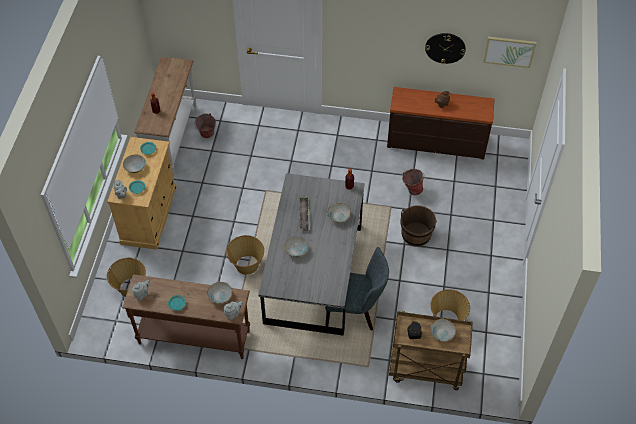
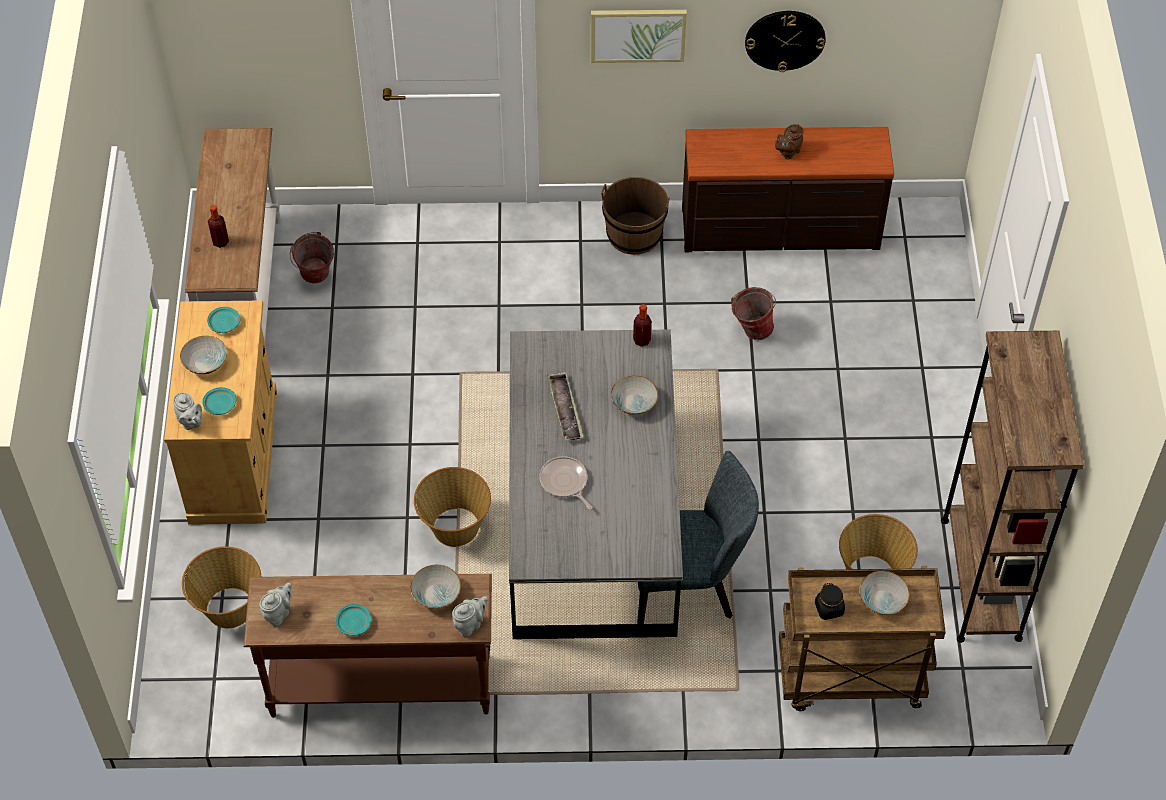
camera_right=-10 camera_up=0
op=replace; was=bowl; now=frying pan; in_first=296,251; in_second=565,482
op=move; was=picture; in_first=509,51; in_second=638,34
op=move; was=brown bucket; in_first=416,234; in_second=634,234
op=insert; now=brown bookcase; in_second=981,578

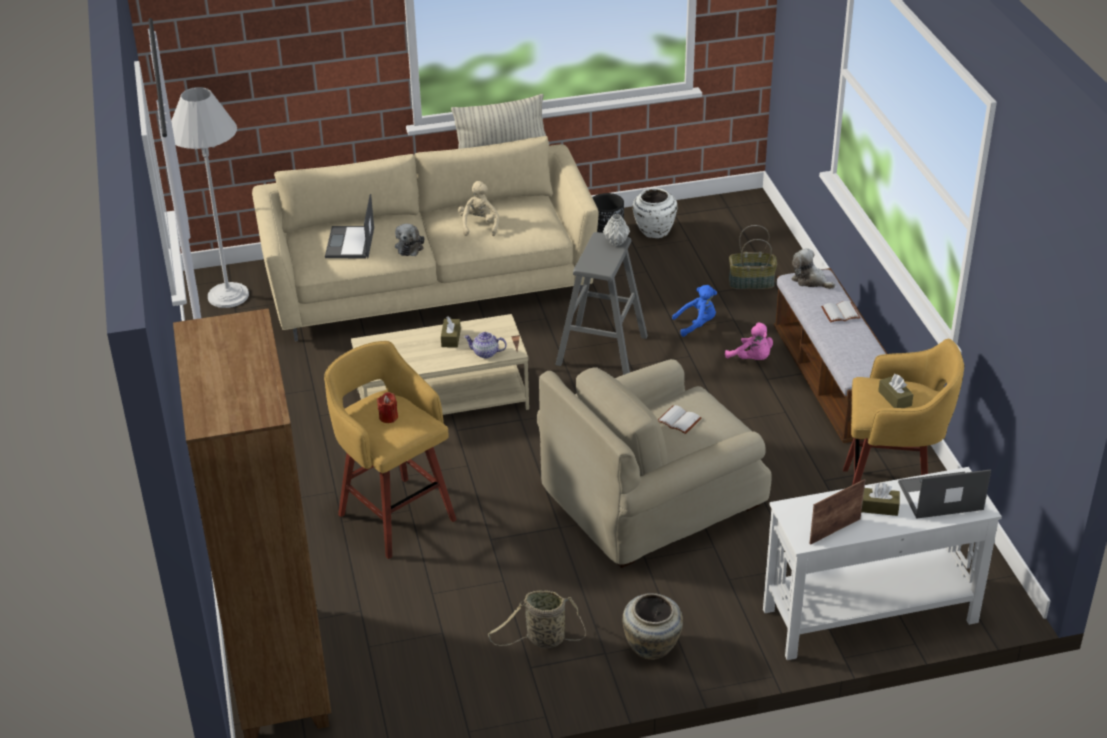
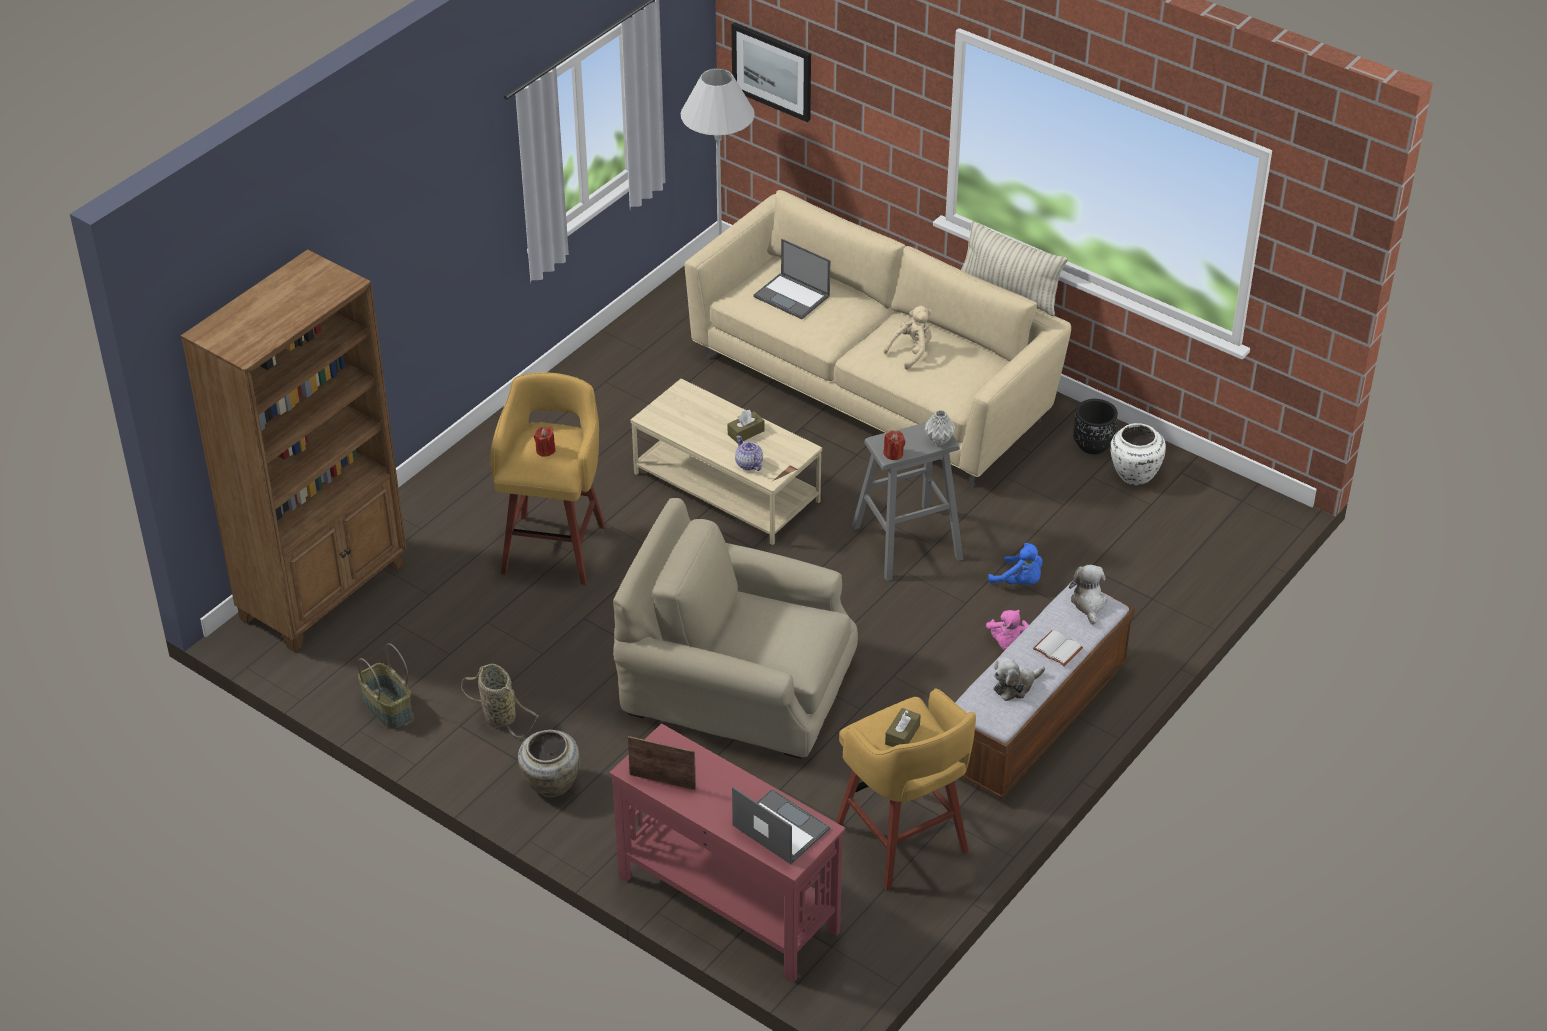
camera_right=50 camera_up=5
op=move; was=basket; in_first=751,283; in_second=386,708
op=recolor; was=white console table; now=red console table; in_first=868,615; in_second=727,903
op=insert; now=picture; in_second=772,71
op=rotate; was=laptop; in_first=350,243; in_second=792,296; clockwise=-105
op=insert; now=red candle; in_second=893,454
op=move; was=plush toy; in_first=410,246; in_second=1015,685
op=delete; was=white book; in_first=680,420
op=delete; was=brown tissue box; in_first=879,507

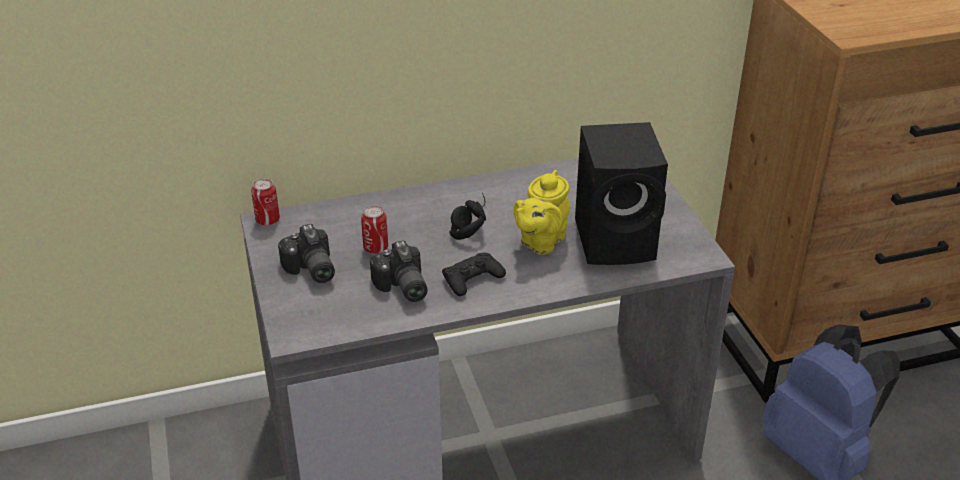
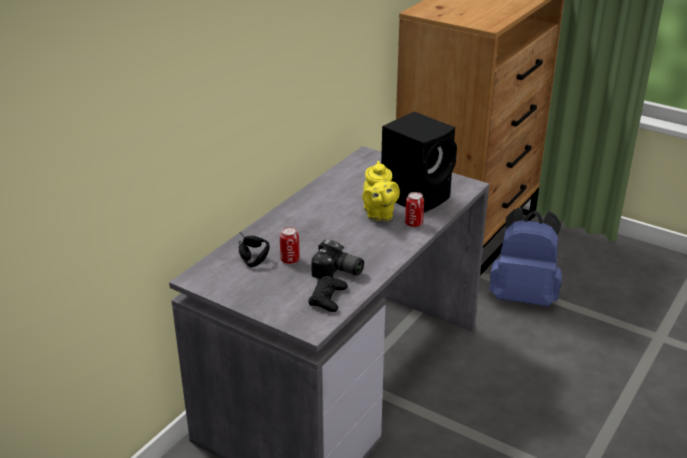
camera_right=-40 camera_up=-5
op=move; was=black headphones; in_first=467,222; in_second=246,254
op=move; was=black game controller; in_first=472,279; in_second=328,298
op=move; was=can; in_first=267,220; in_second=413,223
op=delete; was=photo camera; in_first=310,270

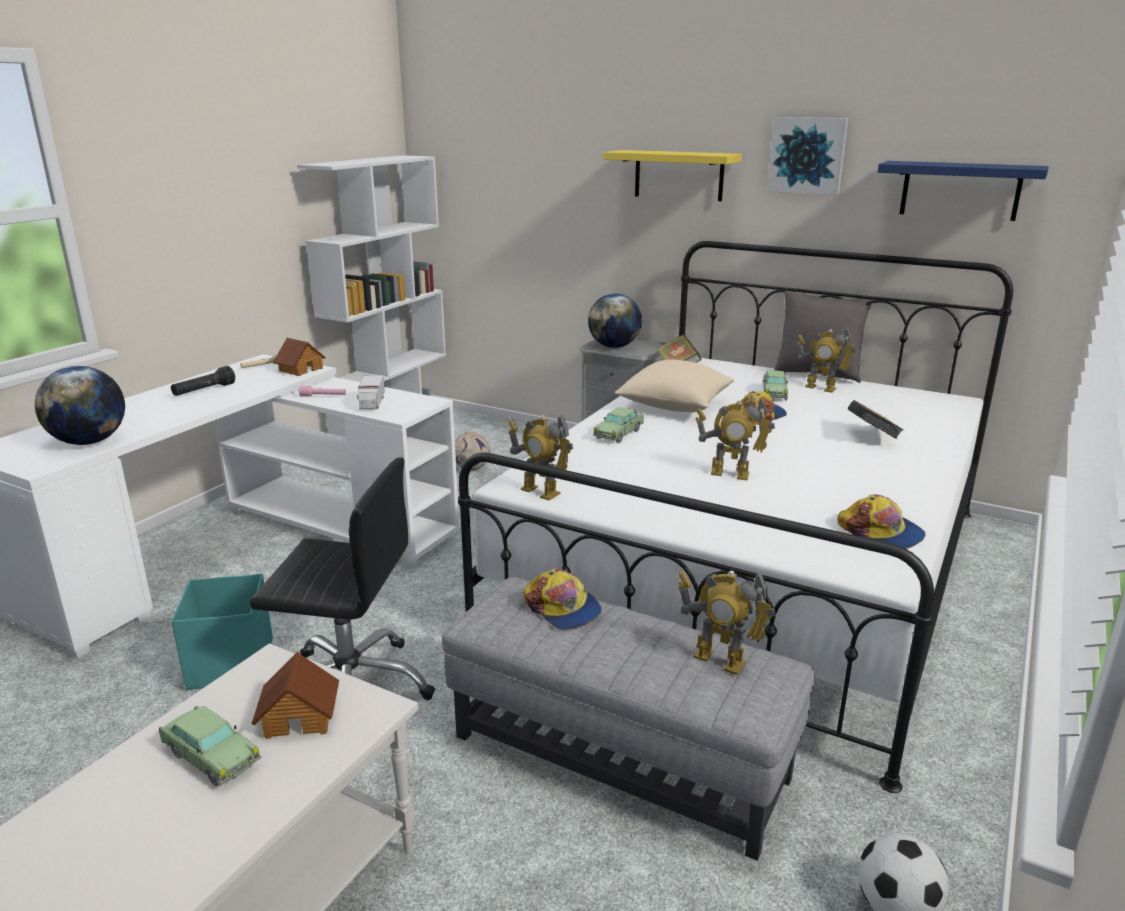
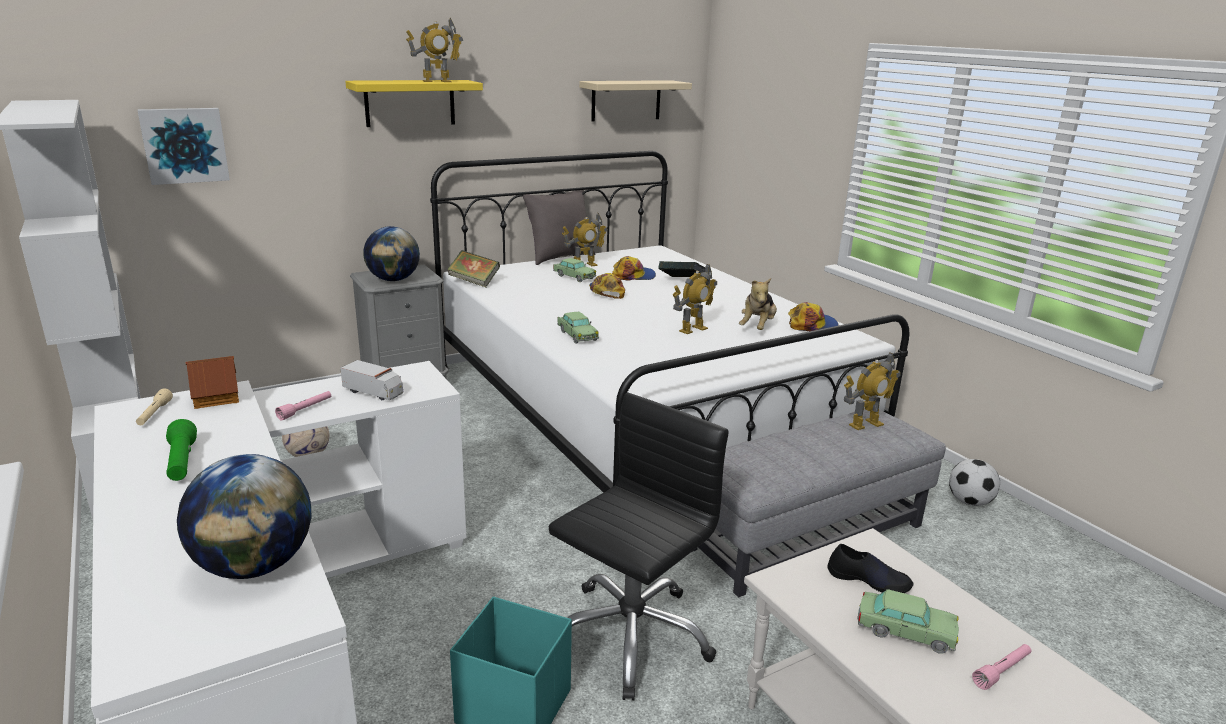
camera_right=-60 camera_up=0
op=move; was=picture; in_first=807,155; in_second=184,145
op=recolor; was=black flashlight; now=green flashlight; in_first=204,391; in_second=181,463
op=move; was=toy robot; in_first=540,492; in_second=437,81
op=recolor; was=blue shelf; now=beige shelf; in_first=960,190; in_second=626,100
op=move; was=cap; in_first=562,608; in_second=633,276
op=insert; now=plush toy; in_second=757,327
op=replace; was=toy house; now=black shoe; in_first=300,716; in_second=868,580
op=rotate; was=toy car; in_first=211,757; in_second=905,632; clockwise=45
op=insert; now=pink flashlight; in_second=1002,671
op=delete; was=beige pillow; in_first=674,405

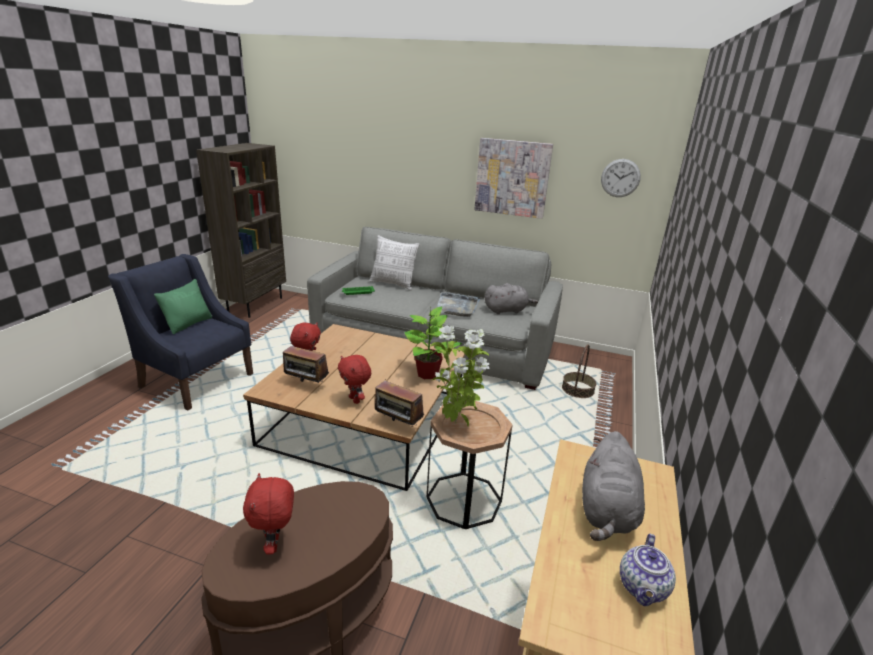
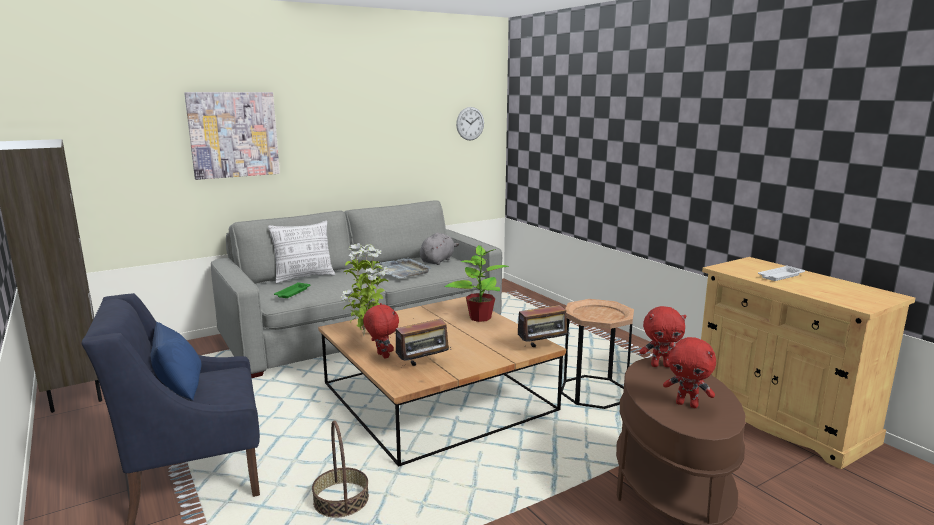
camera_right=-50 camera_up=-10
op=recolor; was=green pillow; now=blue pillow; in_first=188,324; in_second=180,387
op=move; was=picture; in_first=512,178; in_second=233,134
op=move; was=basket; in_first=577,389; in_second=341,500
op=move; was=potted plant; in_first=457,424; in_second=365,336
op=move; was=red plush toy; in_first=355,400; in_second=660,365
op=replace; was=grey plush toy; now=white tray; in_first=607,511; in_second=780,276
op=delete; was=teapot; in_first=643,588

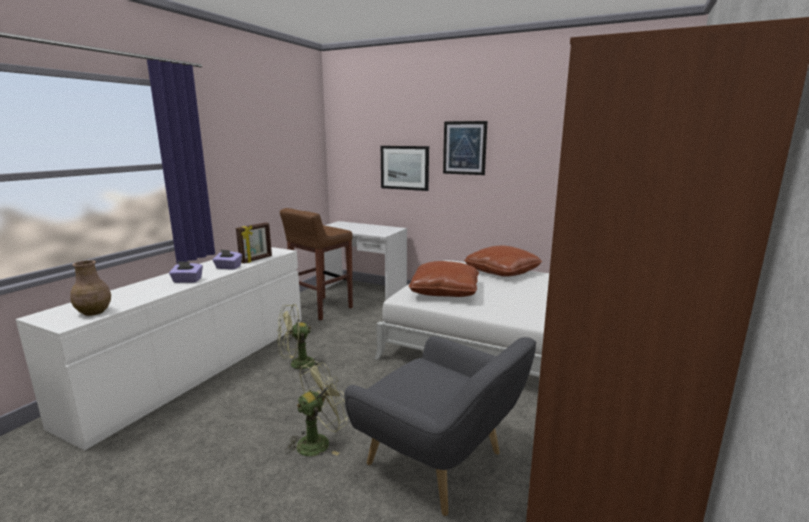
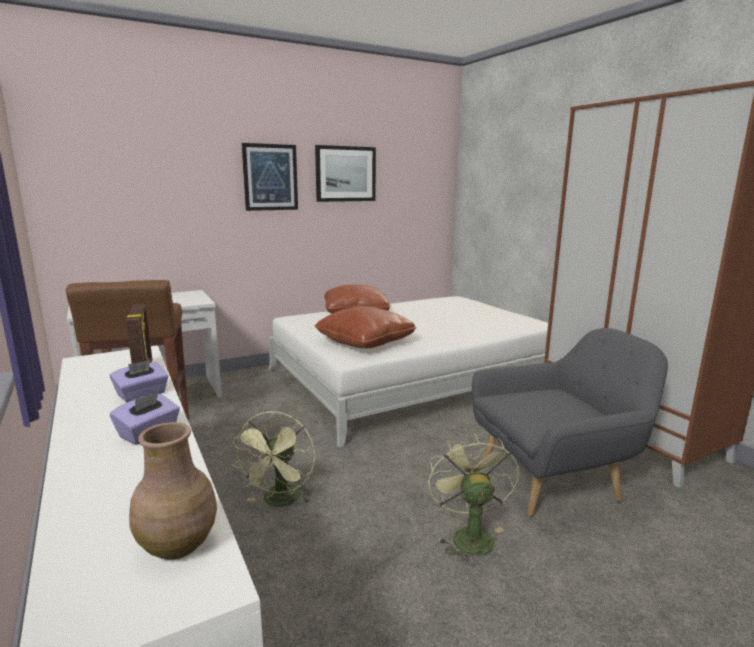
camera_right=-55 camera_up=0
op=move; was=picture; in_first=404,167; in_second=345,174

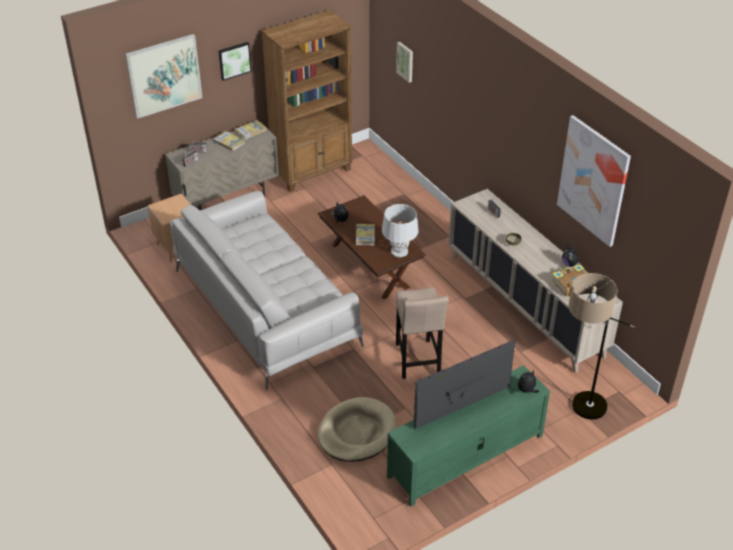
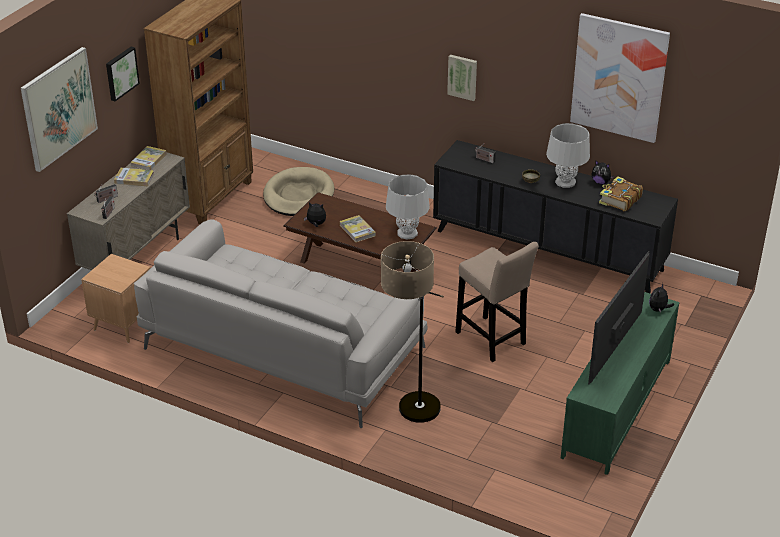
camera_right=-30 camera_up=-5
op=move; was=beige dog bed; in_first=357,432; in_second=298,195
op=move; was=floor lamp; in_first=578,412; in_second=411,418
op=recolor; was=beige cabinet; now=black cabinet; in_first=525,304; in_second=548,250
op=move; was=picture; in_first=405,61; in_second=462,77
op=insert; now=grey table lamp; in_second=565,182

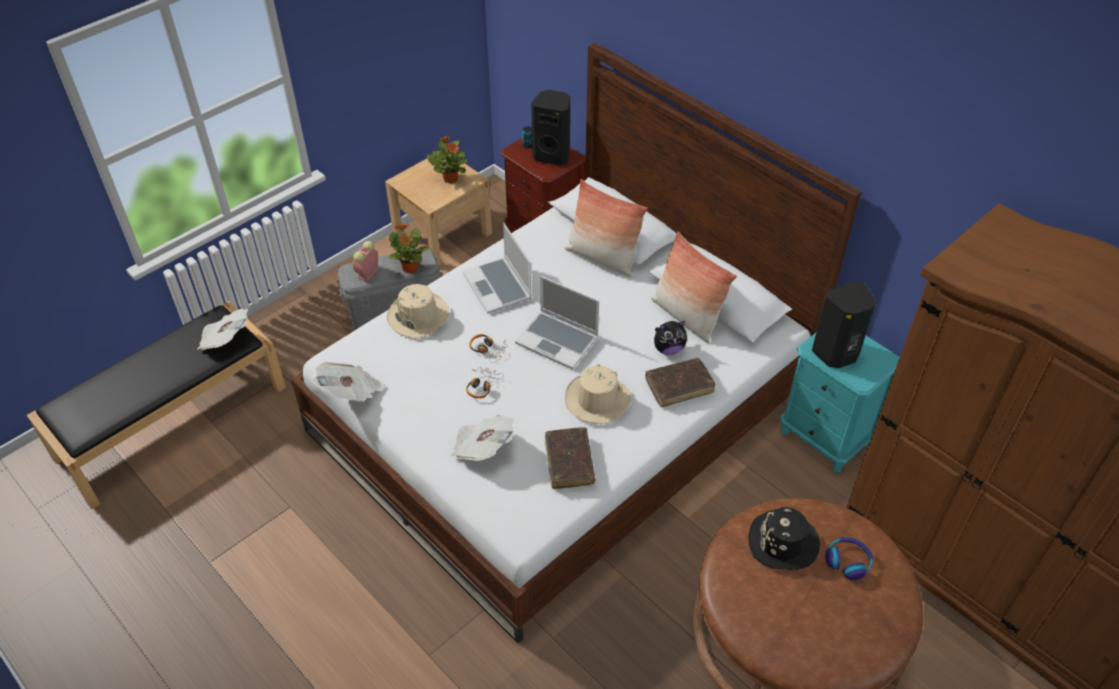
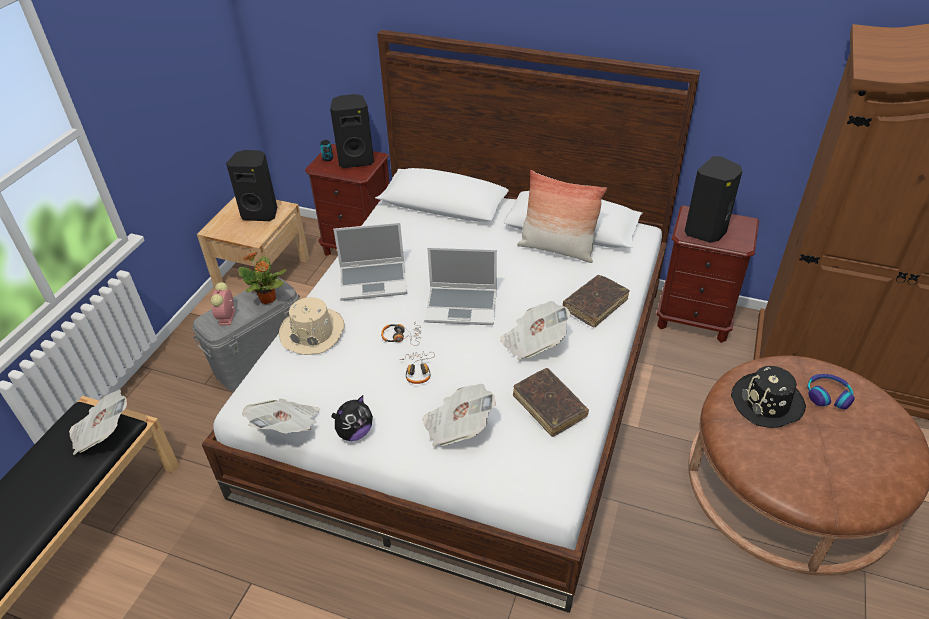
camera_right=-25 camera_up=-5
op=replace; was=potted plant; now=black speaker; in_first=450,178; in_second=261,213
op=move; was=plush toy; in_first=668,349; in_second=354,432
op=rotate; was=laptop; in_first=498,287; in_second=374,281; clockwise=-45
op=replace; was=beige hat; now=newspaper; in_first=597,400; in_second=533,343
op=recolor; was=turquoise nightstand; now=brown nightstand; in_first=824,437; in_second=694,319
op=delete; was=pillow; in_first=602,258

